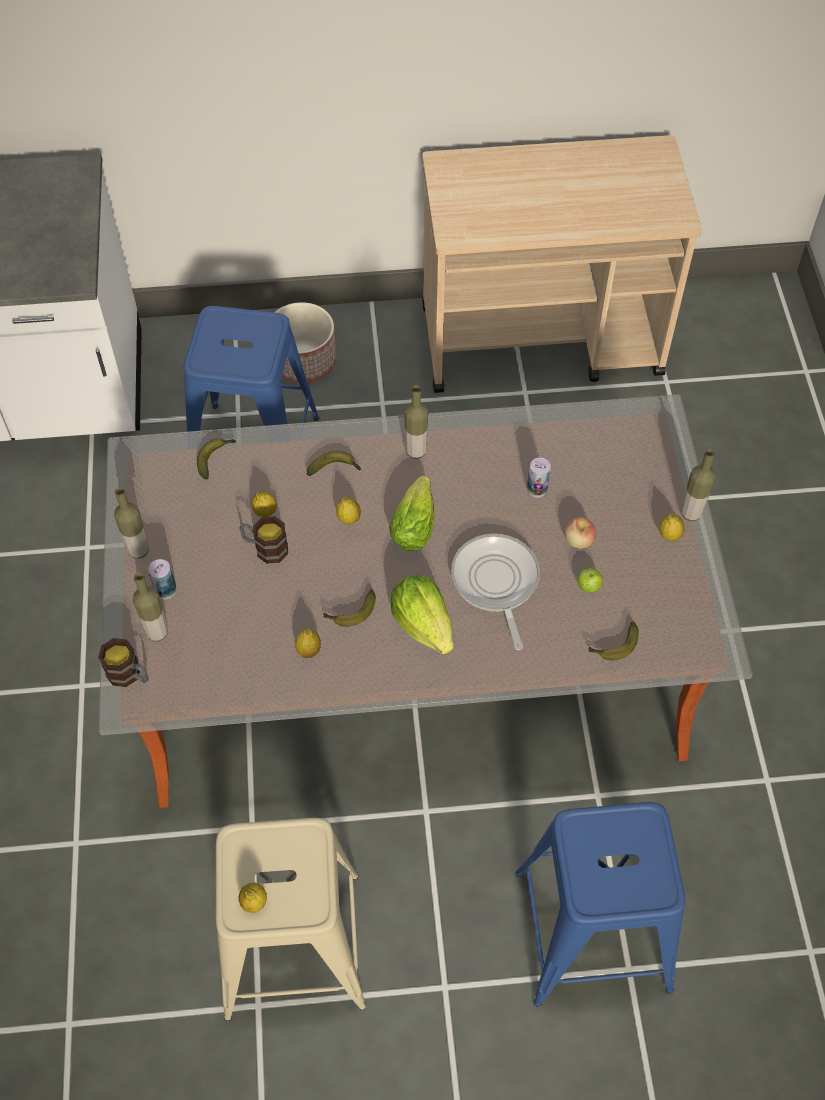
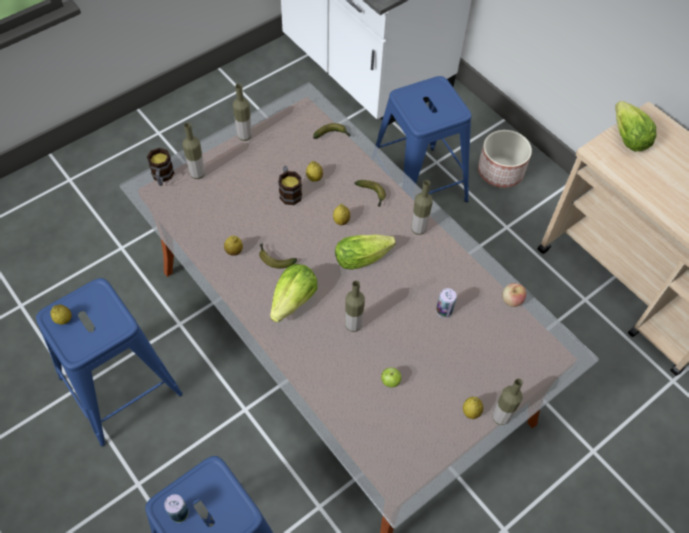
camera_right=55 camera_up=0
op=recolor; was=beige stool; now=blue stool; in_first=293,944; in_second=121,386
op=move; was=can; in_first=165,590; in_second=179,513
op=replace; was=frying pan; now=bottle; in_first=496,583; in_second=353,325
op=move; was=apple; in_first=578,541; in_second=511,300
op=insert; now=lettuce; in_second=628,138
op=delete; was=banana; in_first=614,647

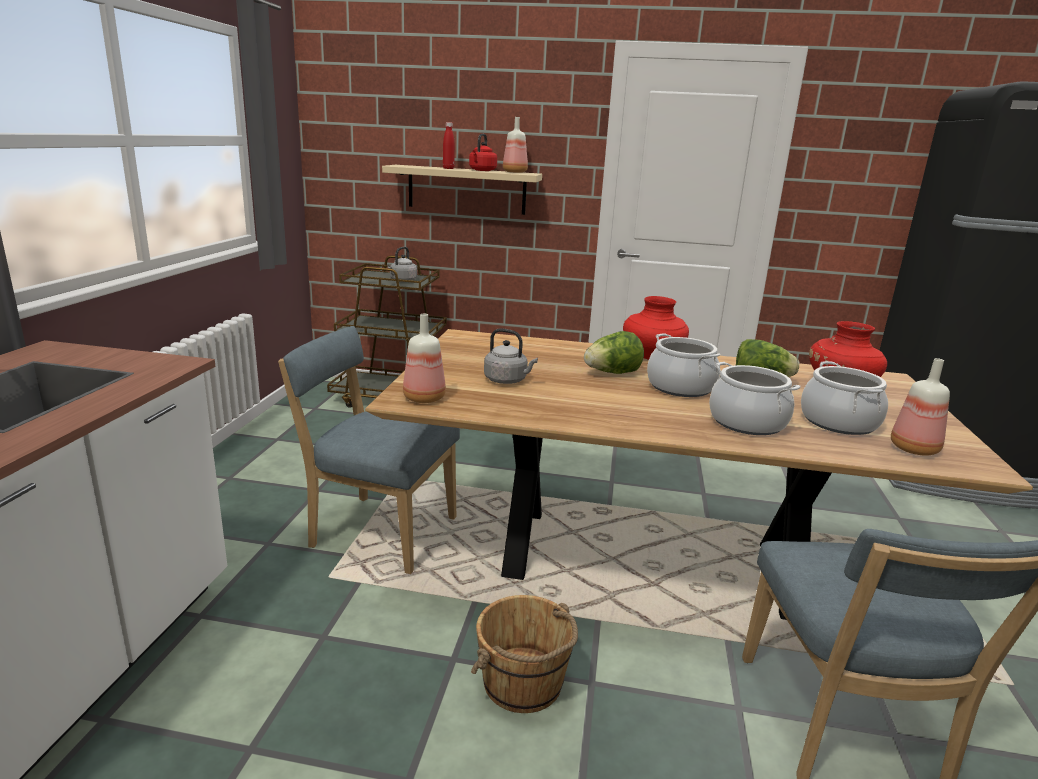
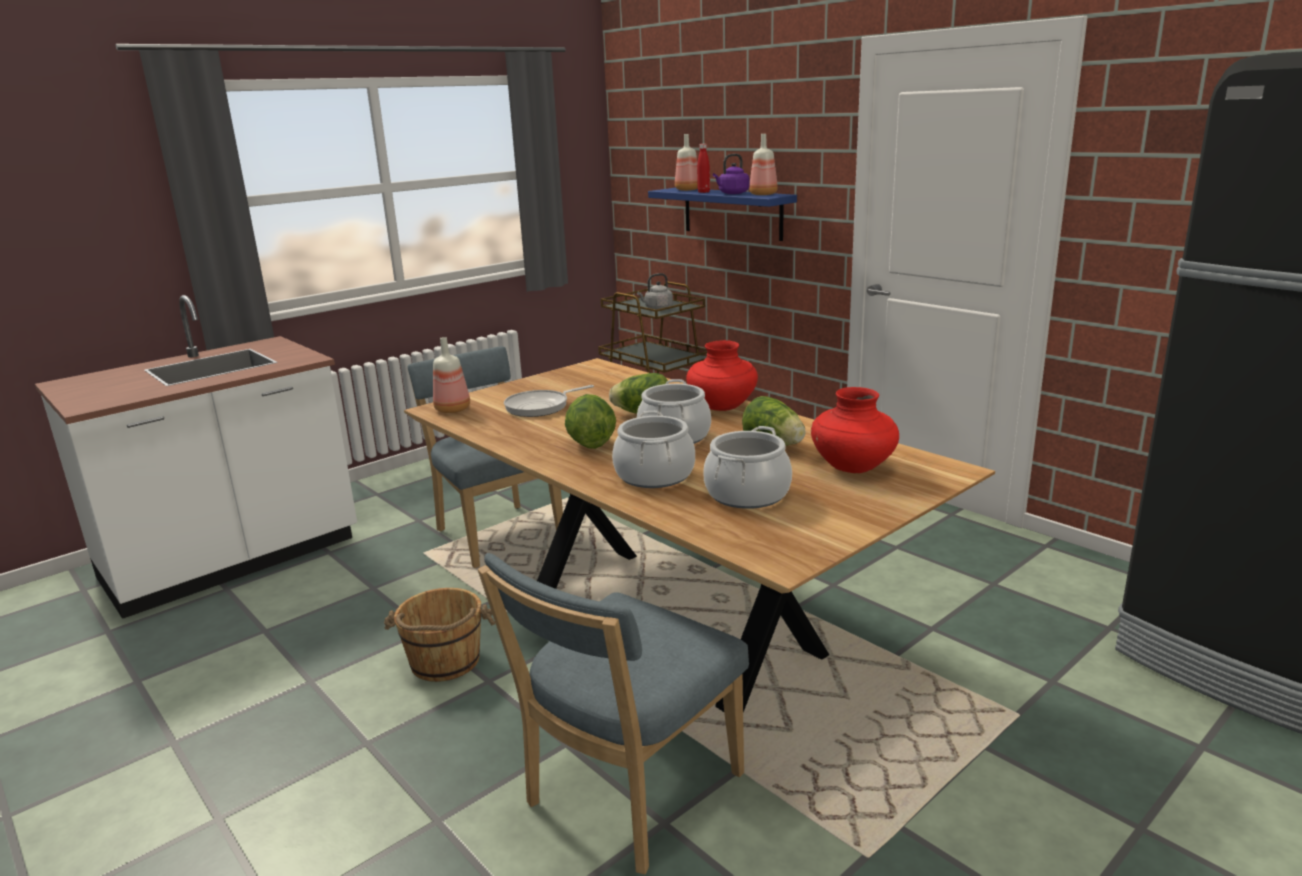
camera_right=40 camera_up=0
op=replace; was=grey kettle; now=frying pan; in_first=507,380; in_second=541,407
op=insert; now=lettuce; in_second=590,444
op=recolor; was=beige shelf; now=blue shelf; in_first=466,189; in_second=732,213
op=move; was=bottle; in_first=914,448; in_second=688,190
op=recolor; was=red kettle; now=purple kettle; in_first=482,170; in_second=732,193

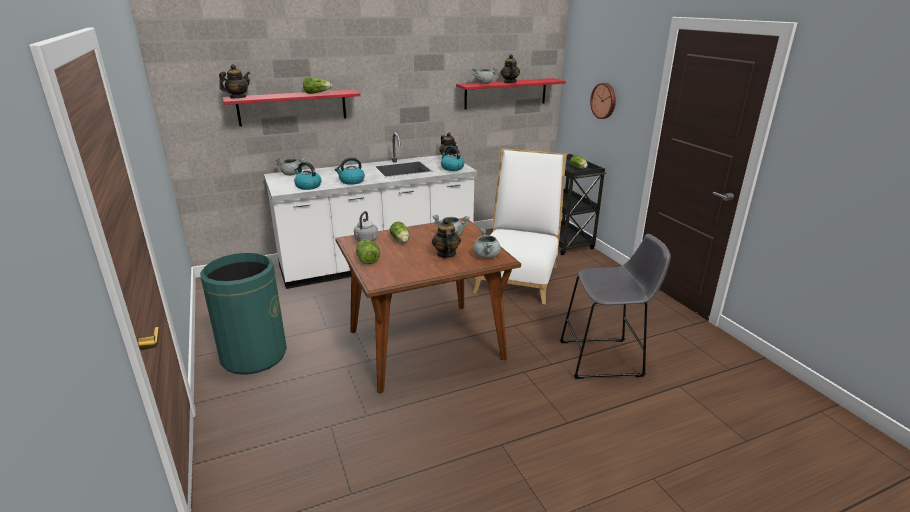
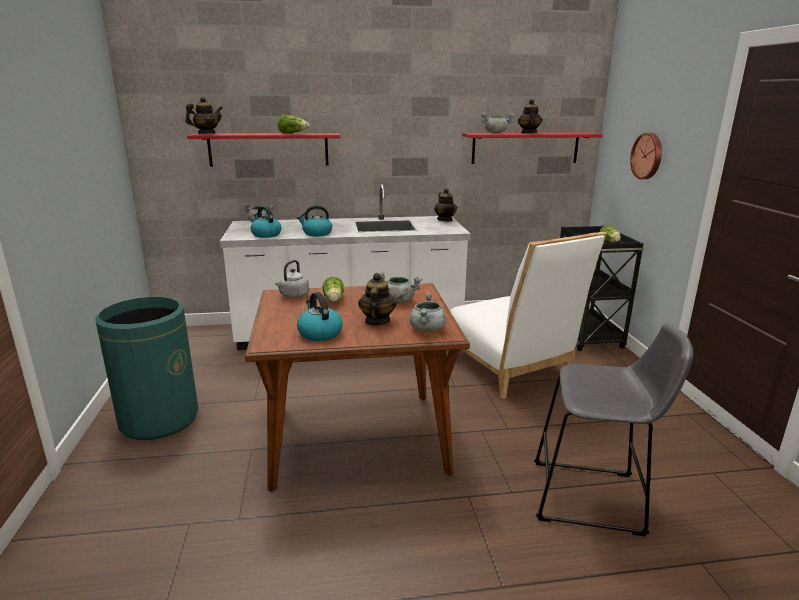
camera_right=15 camera_up=-5
op=move; was=kettle; in_first=452,168; in_second=319,333
op=rotate; was=white chair; in_first=518,276; in_second=511,369; clockwise=120
op=delete; was=lettuce; in_first=367,259

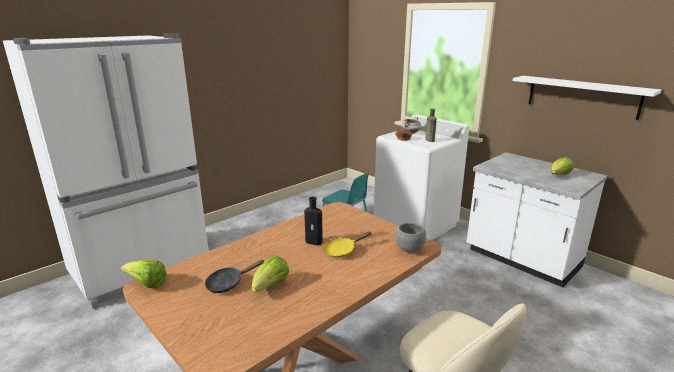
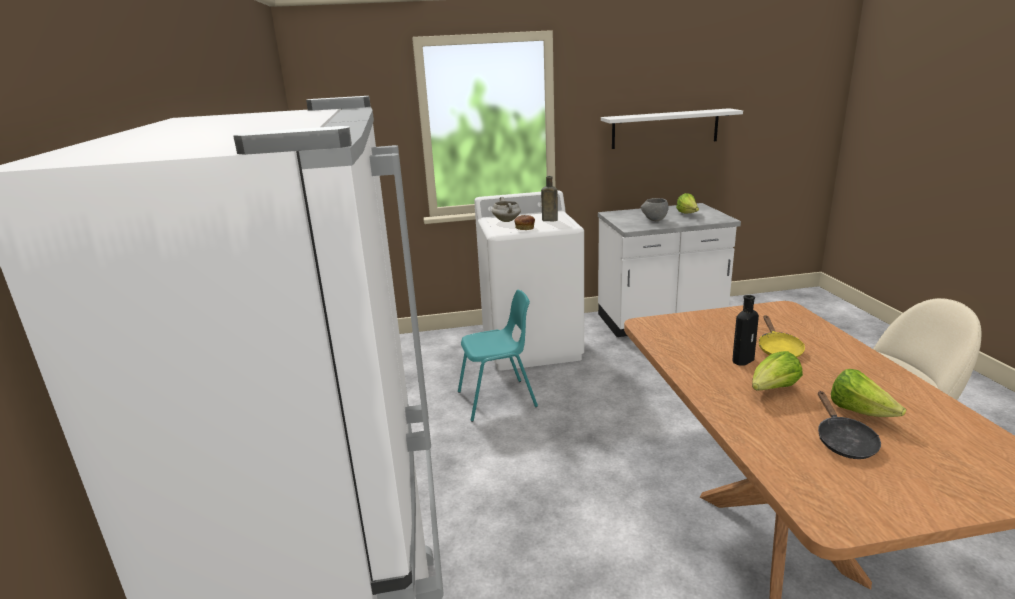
camera_right=-55 camera_up=0
op=move; was=grey bowl; in_first=409,249; in_second=654,220
op=move; was=lettuce; in_first=147,284; in_second=773,390

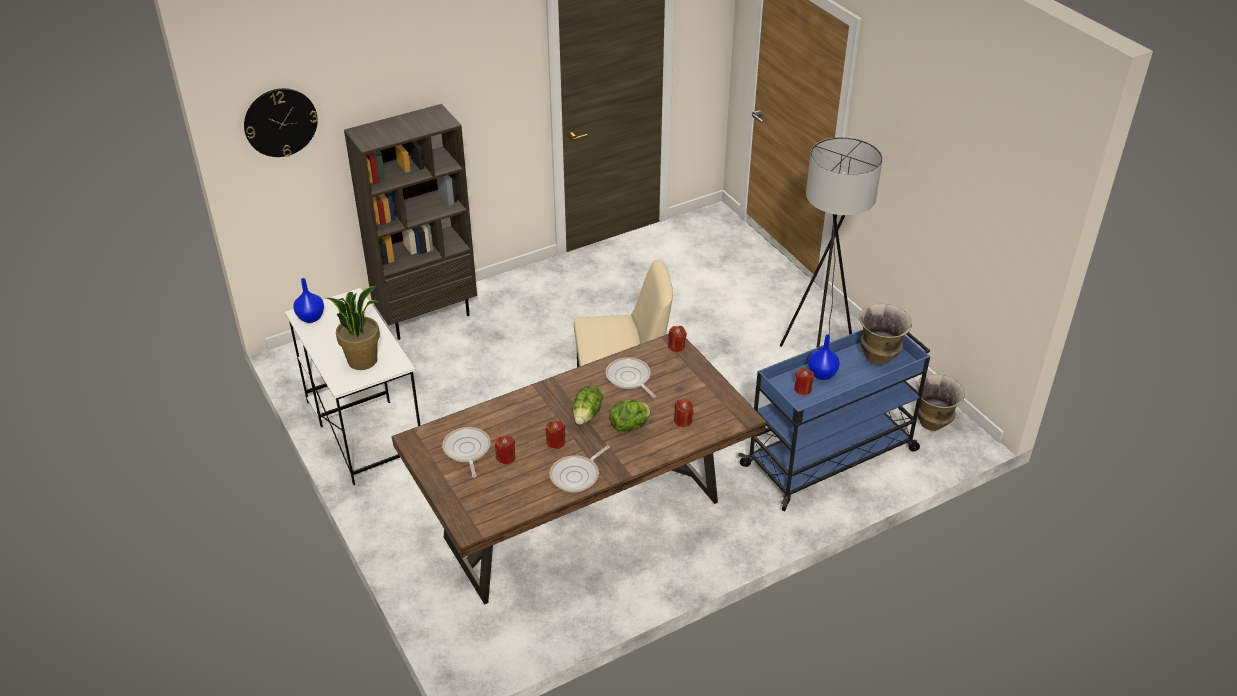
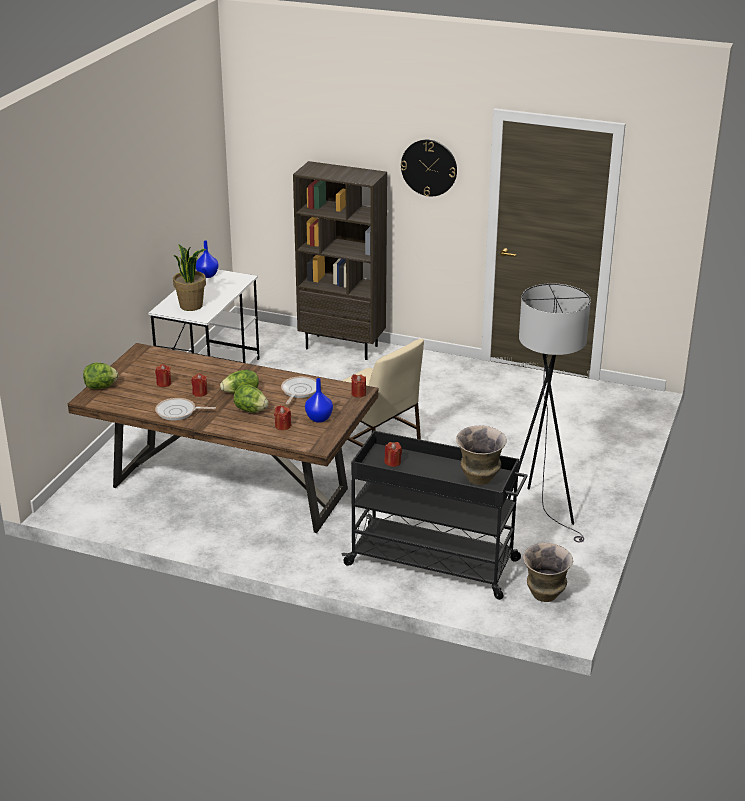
camera_right=50 camera_up=-10
op=insert; now=lettuce; in_second=101,387
op=move; was=blue vase; in_first=821,374; in_second=318,418
op=recolor; was=blue cart; now=black cart; in_first=831,457; in_second=434,563
op=move; was=wall clock; in_first=280,122; in_second=429,167
op=delete; was=frying pan; in_first=467,450

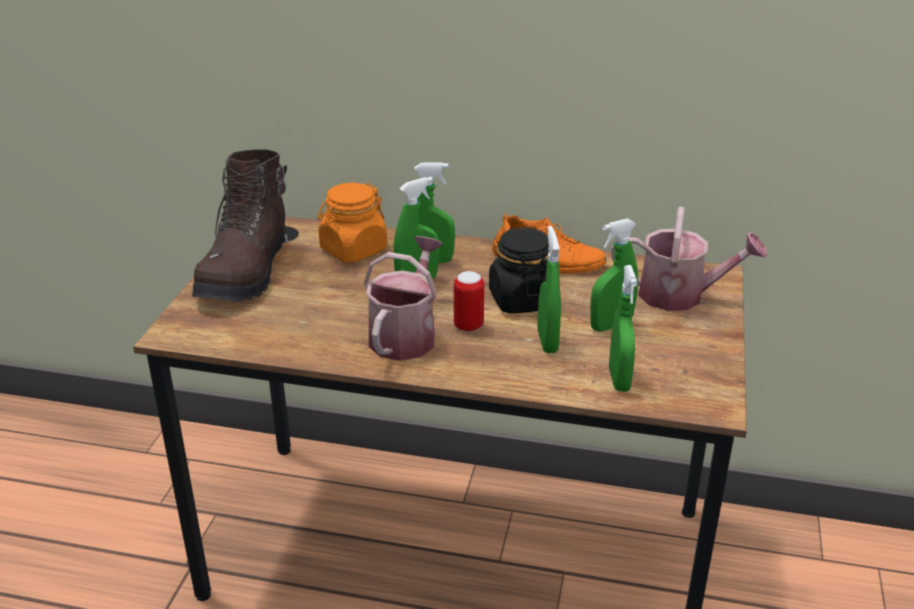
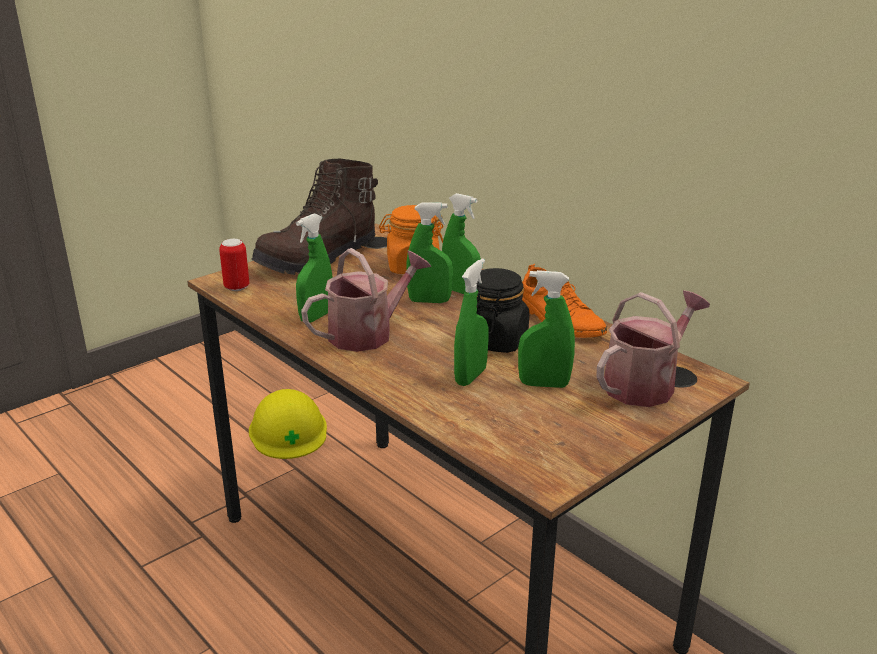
camera_right=35 camera_up=-5
op=move; was=can; in_first=468,326; in_second=237,287
op=insert; now=yellow hard hat; in_second=288,430
op=move; was=green spray bottle; in_first=619,379; in_second=316,317
op=rotate; was=watering can; in_first=681,295; in_second=645,384; clockwise=-90

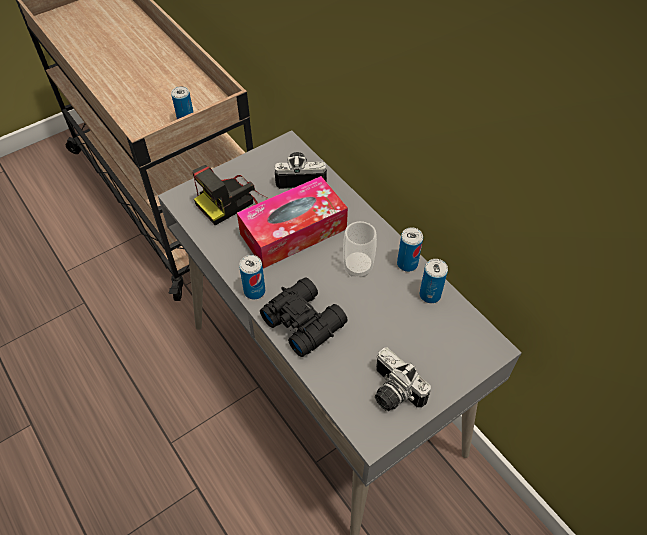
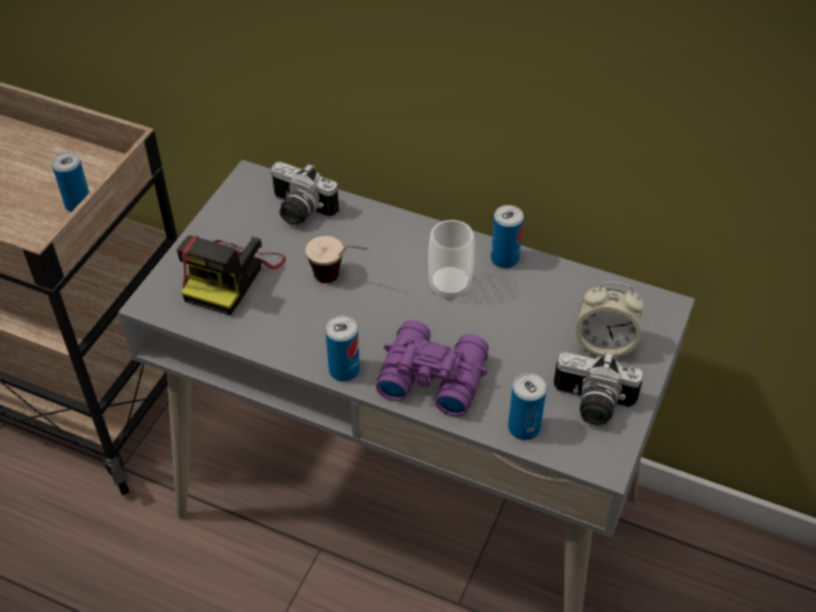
camera_right=-30 camera_up=-5
op=rotate; was=photo camera; in_first=301,177; in_second=299,212; clockwise=-120
op=replace; was=tissue box; now=cup; in_first=293,231; in_second=339,280
op=recolor; was=black binoculars; now=purple binoculars; in_first=304,320; in_second=431,375
op=move; was=can; in_first=430,295; in_second=524,428
op=insert; now=alarm clock; in_second=604,344

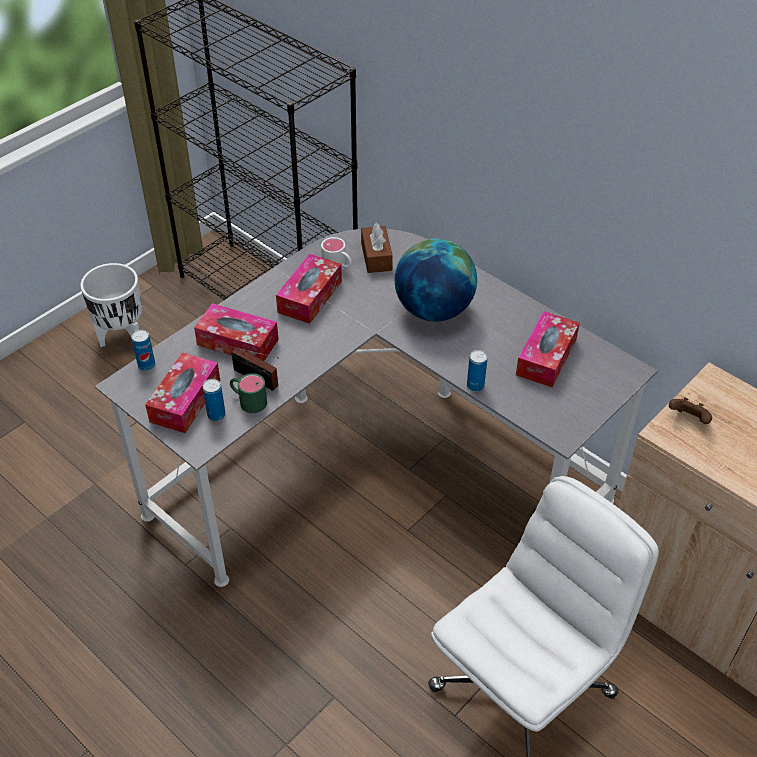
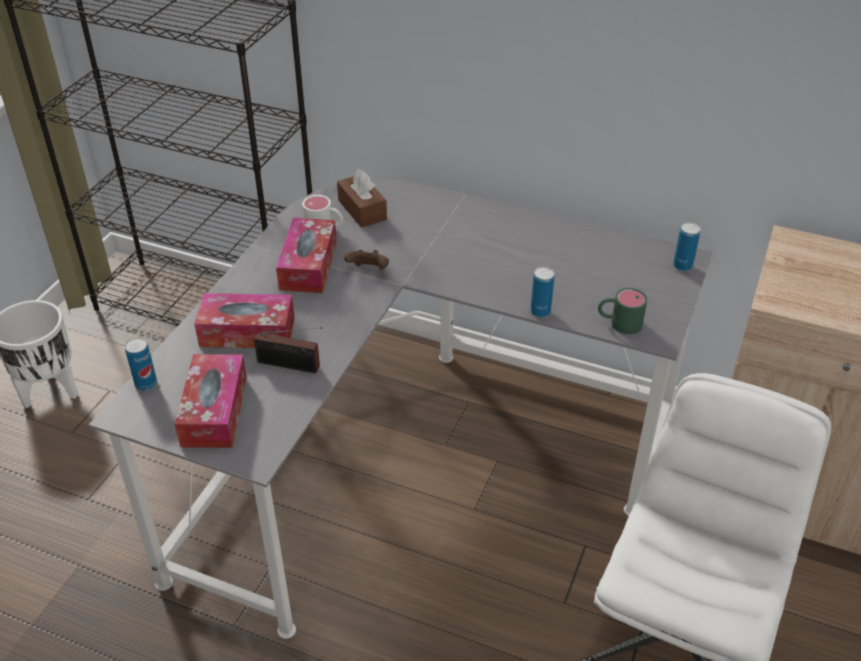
camera_right=-20 camera_up=-5
op=move; was=brown game controller; in_first=688,419; in_second=369,270
op=move; was=green mug; in_first=248,400; in_second=619,323
op=move; was=can; in_first=216,415; in_second=682,266
op=delete; was=globe; in_first=433,310
op=delete; was=tissue box; in_first=546,357

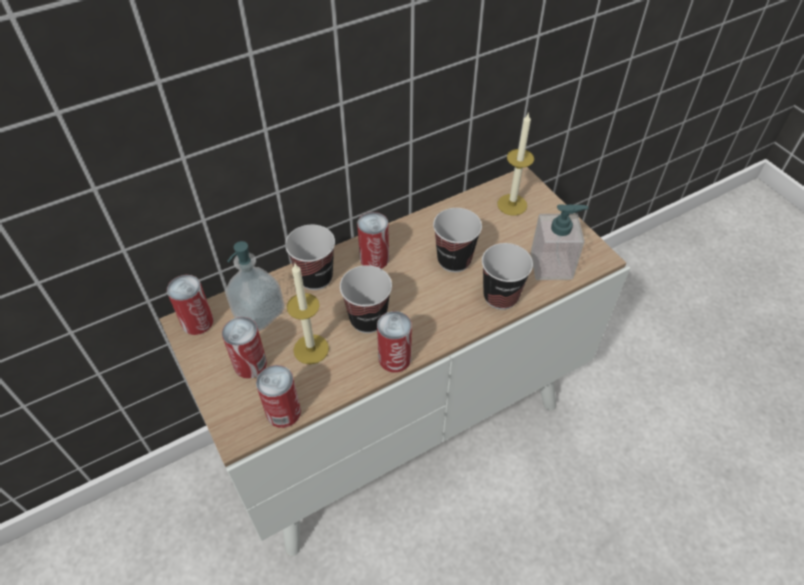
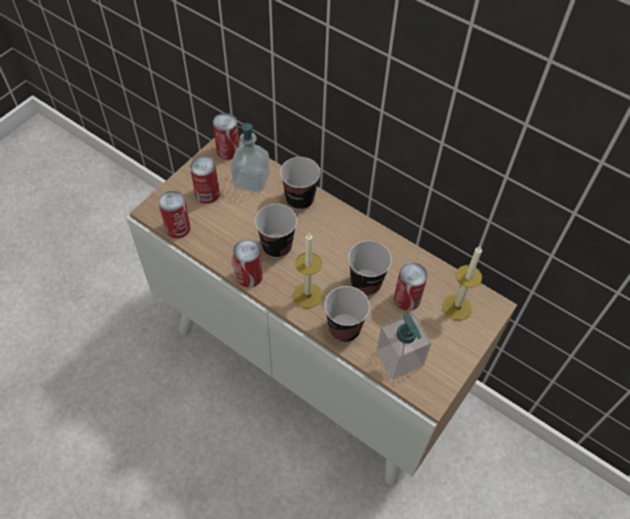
camera_right=65 camera_up=5
op=move; was=candle; in_first=311,349; in_second=307,295
op=move; was=can; in_first=374,259; in_second=407,299

